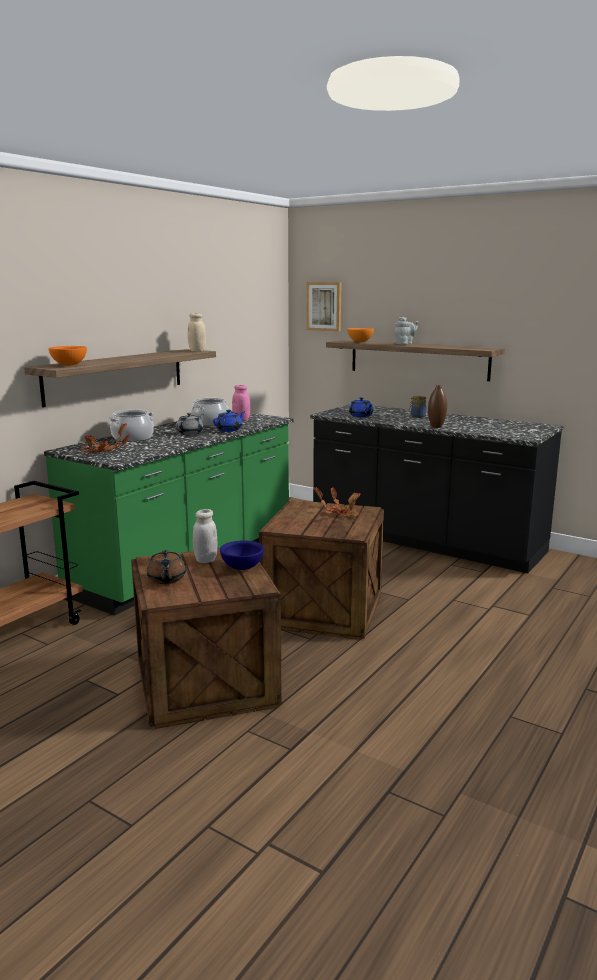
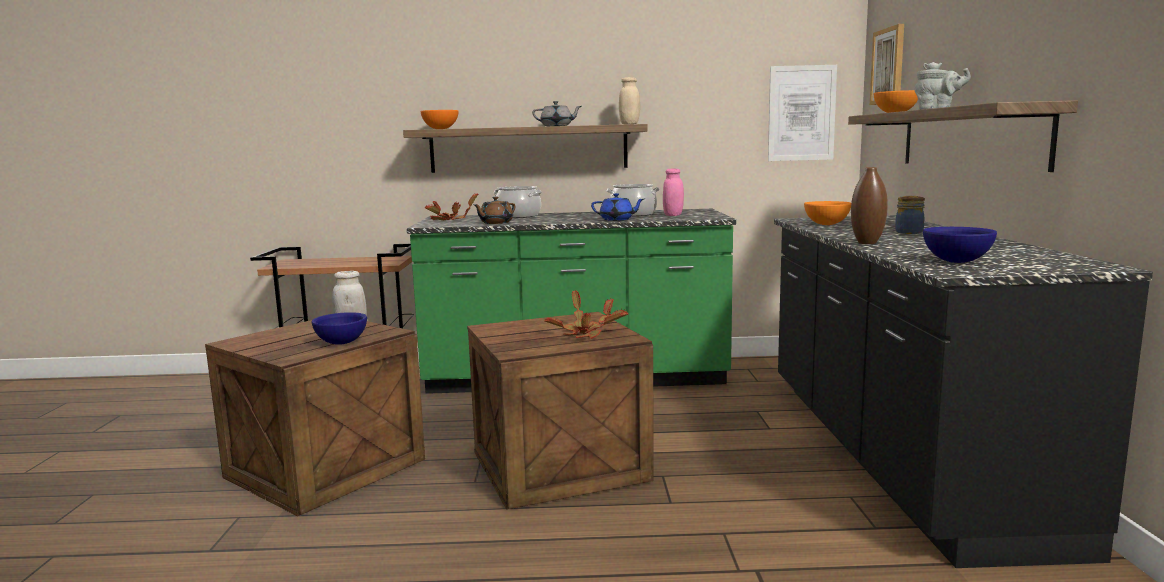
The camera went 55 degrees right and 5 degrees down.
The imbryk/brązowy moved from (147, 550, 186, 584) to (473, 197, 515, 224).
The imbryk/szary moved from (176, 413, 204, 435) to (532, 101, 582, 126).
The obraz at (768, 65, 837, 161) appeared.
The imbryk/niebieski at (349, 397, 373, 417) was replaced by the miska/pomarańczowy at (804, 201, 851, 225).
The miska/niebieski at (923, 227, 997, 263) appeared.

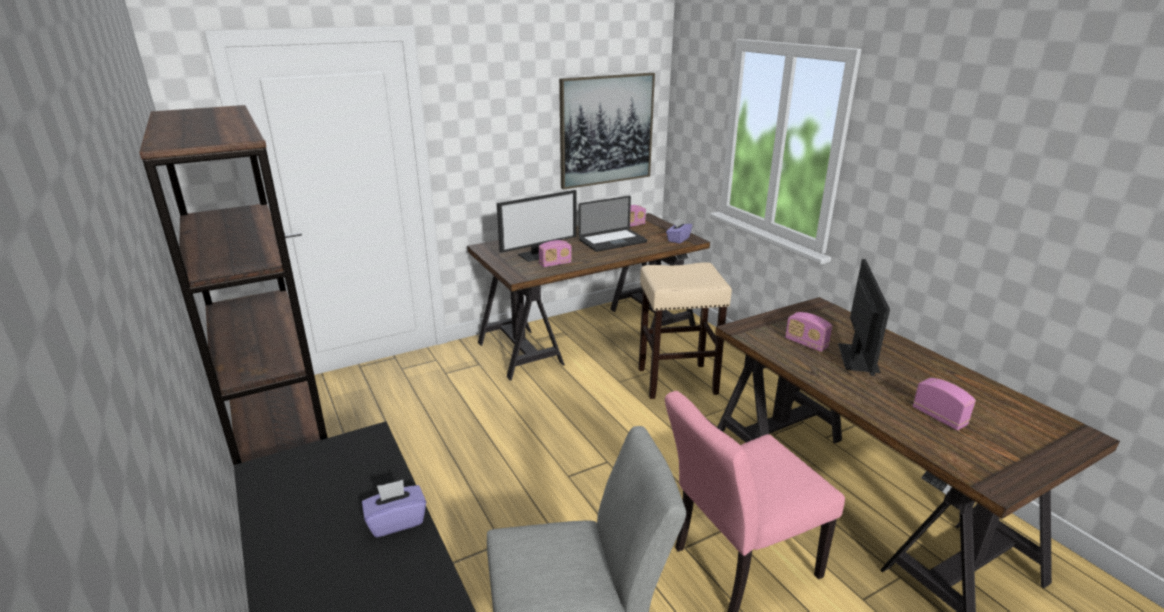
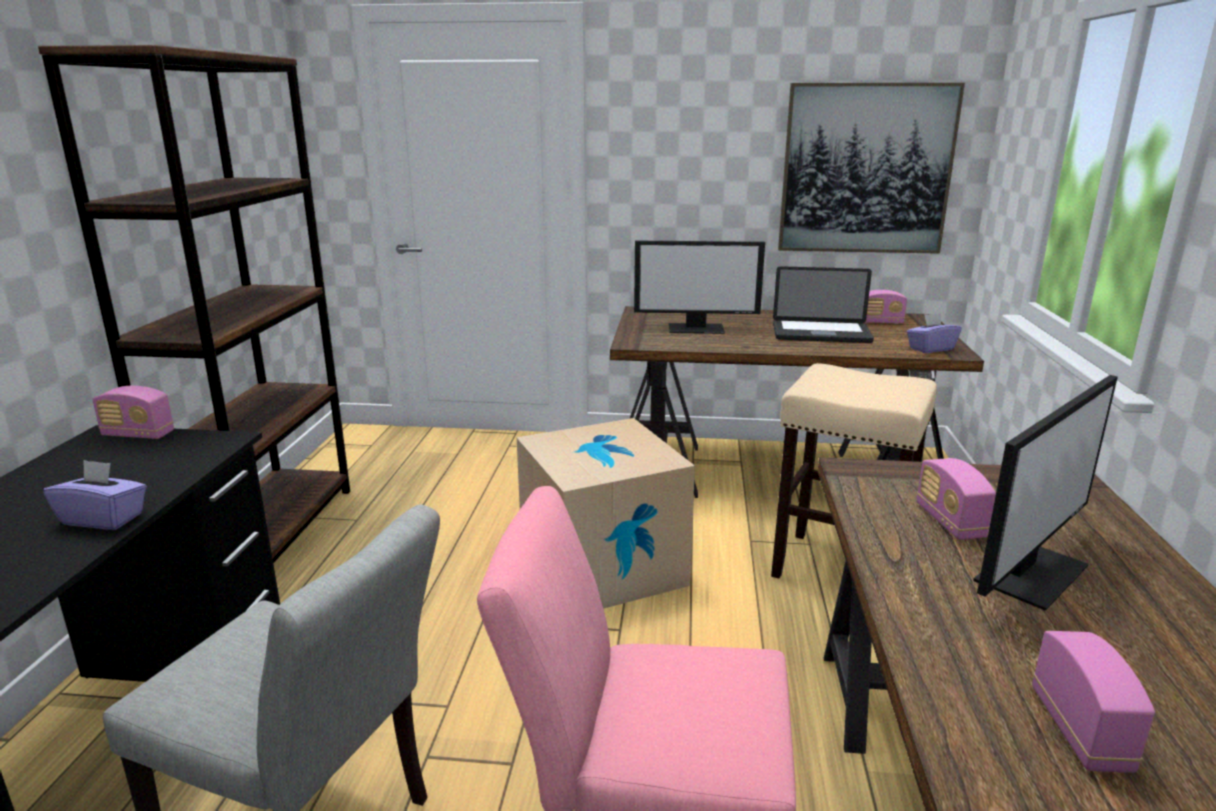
The camera went 35 degrees right and 5 degrees down.
The radio moved from (539, 240, 572, 267) to (93, 386, 174, 439).
The karton at (517, 418, 695, 609) appeared.

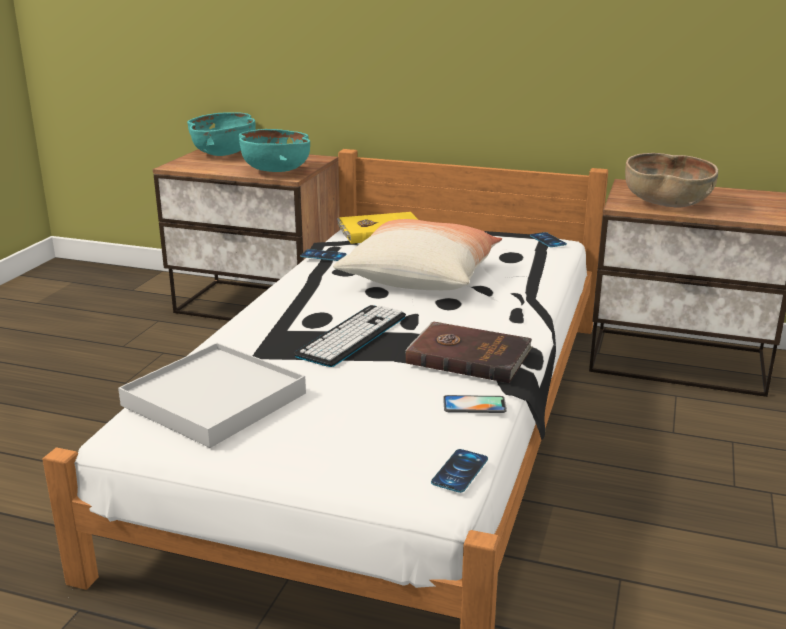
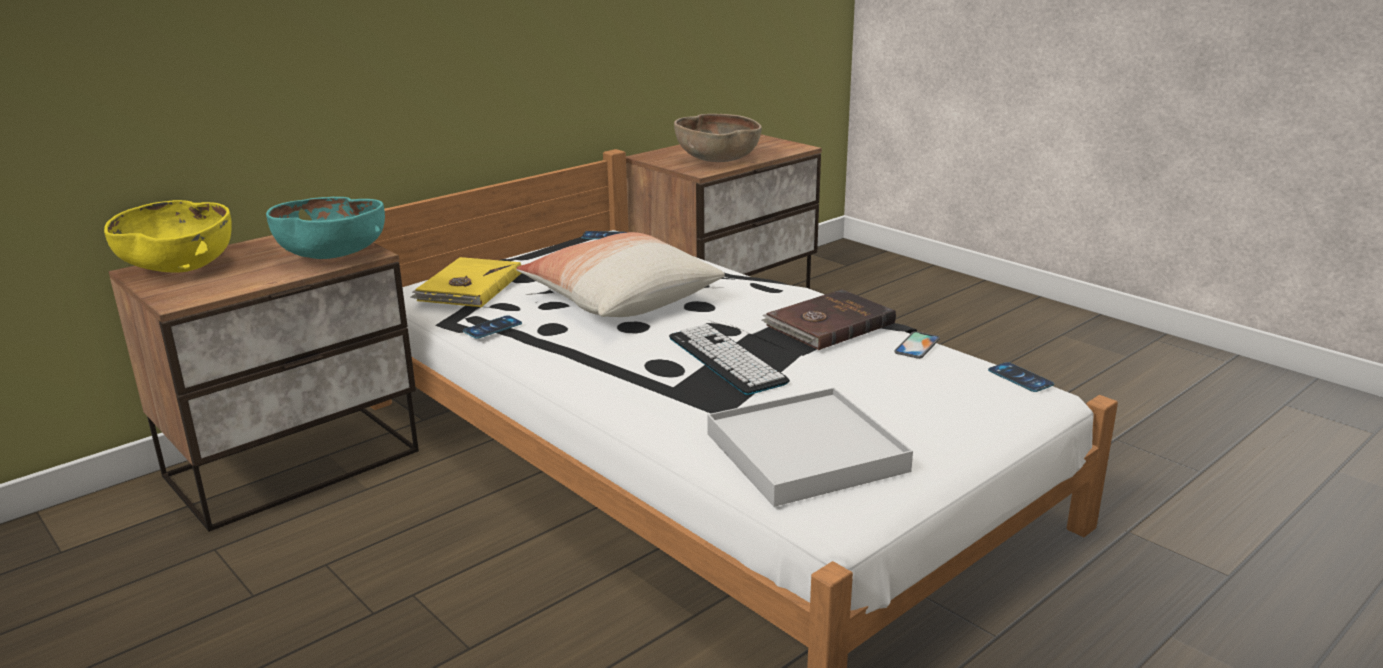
The camera went 60 degrees left and 0 degrees up.
The miska/turkusowy at (187, 112, 256, 156) became the miska/żółty at (104, 200, 232, 273).

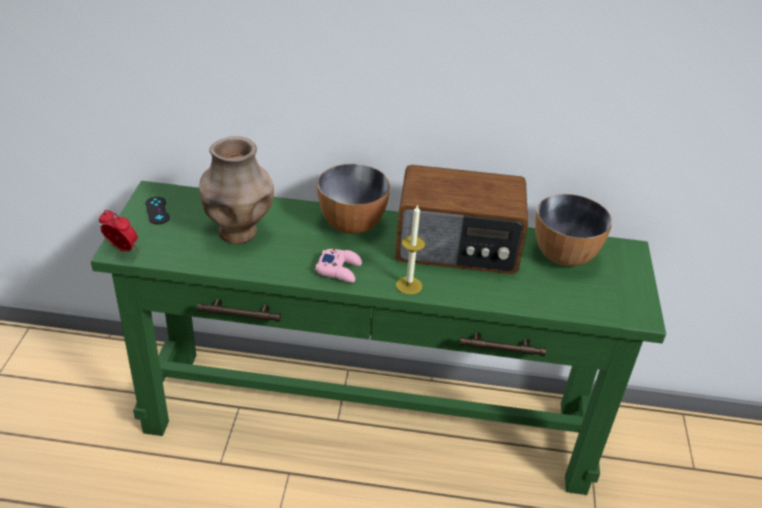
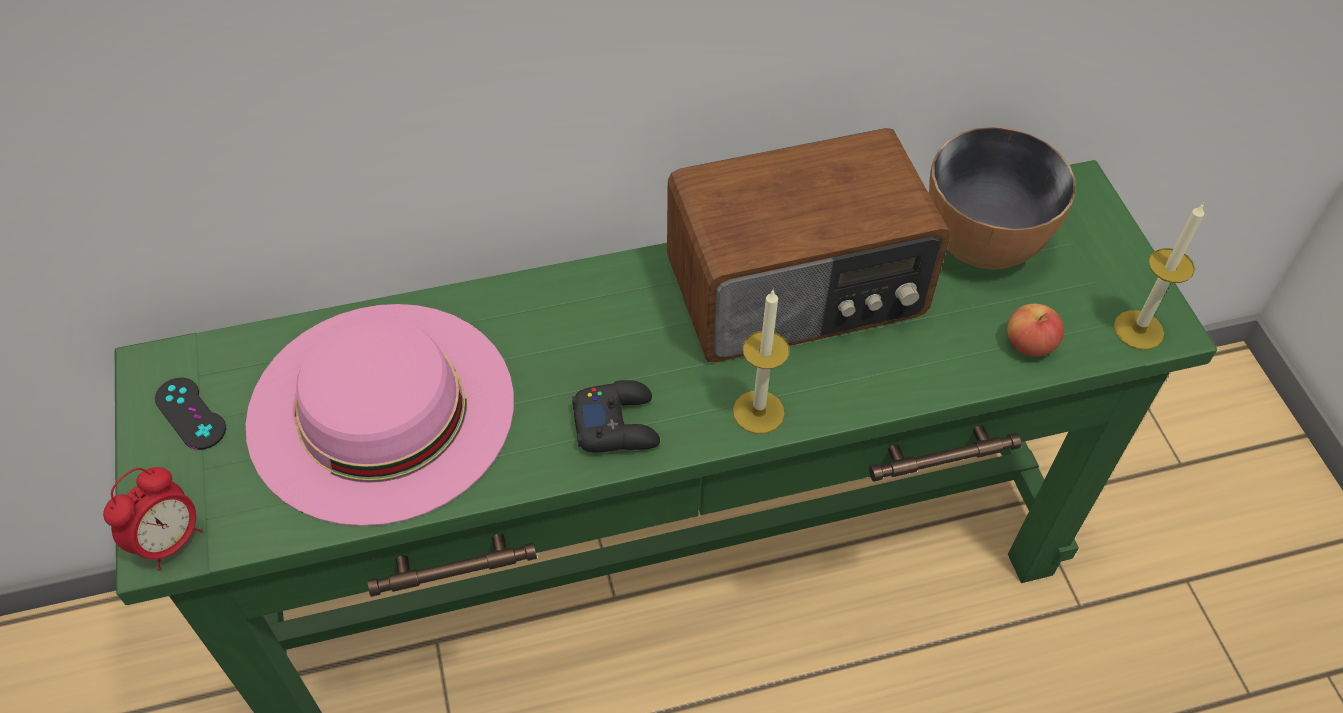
The camera went 20 degrees left and 15 degrees up.
The budzik at (99, 210, 138, 252) turned 120 degrees clockwise.
The wazon/brązowy at (199, 136, 274, 244) was replaced by the kapelusz/różowy at (246, 304, 514, 526).
The pad do gier/różowy at (316, 249, 362, 283) became the pad do gier/czarny at (572, 380, 660, 453).
The jabłko at (1007, 304, 1064, 357) appeared.
The świeca at (1114, 203, 1204, 350) appeared.
The miska at (317, 164, 390, 234) disappeared.

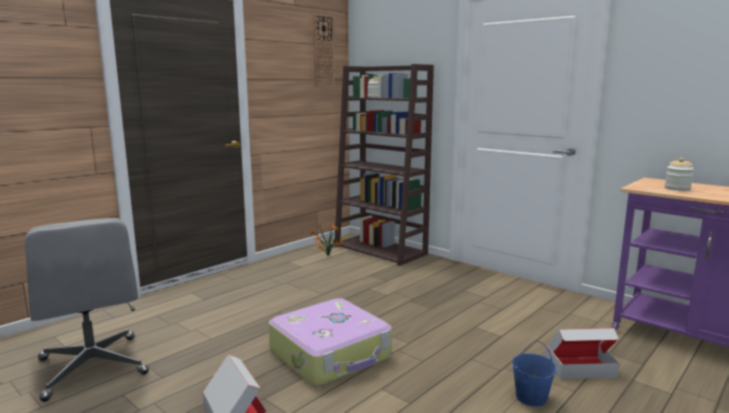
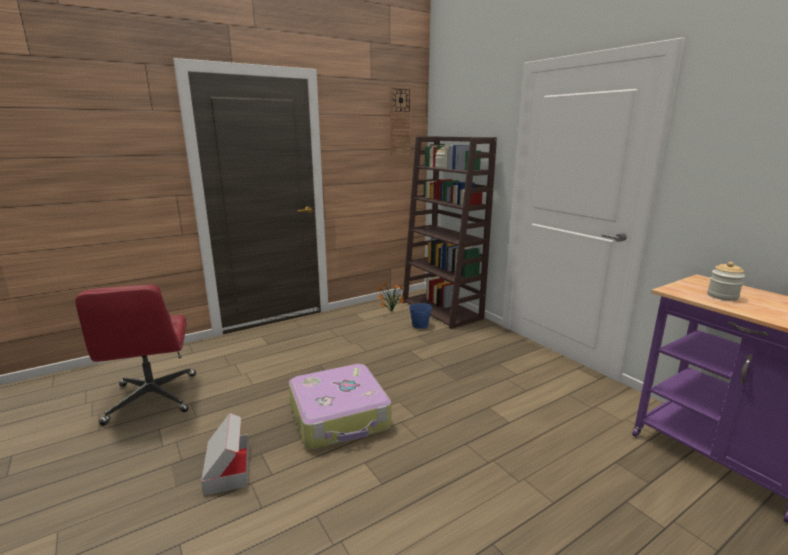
The camera went 15 degrees right and 5 degrees up.
The krzesło biurowe/szary at (25, 218, 149, 402) became the krzesło biurowe/czerwony at (75, 285, 196, 425).
The wiadro/niebieski moved from (512, 340, 557, 407) to (409, 294, 432, 329).
The karton at (545, 328, 620, 379) disappeared.

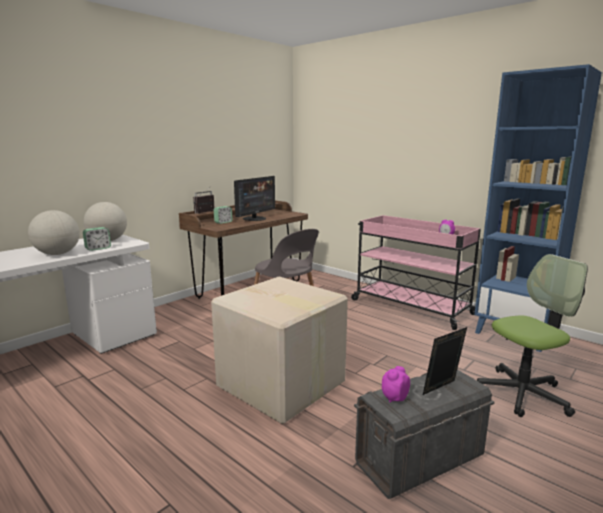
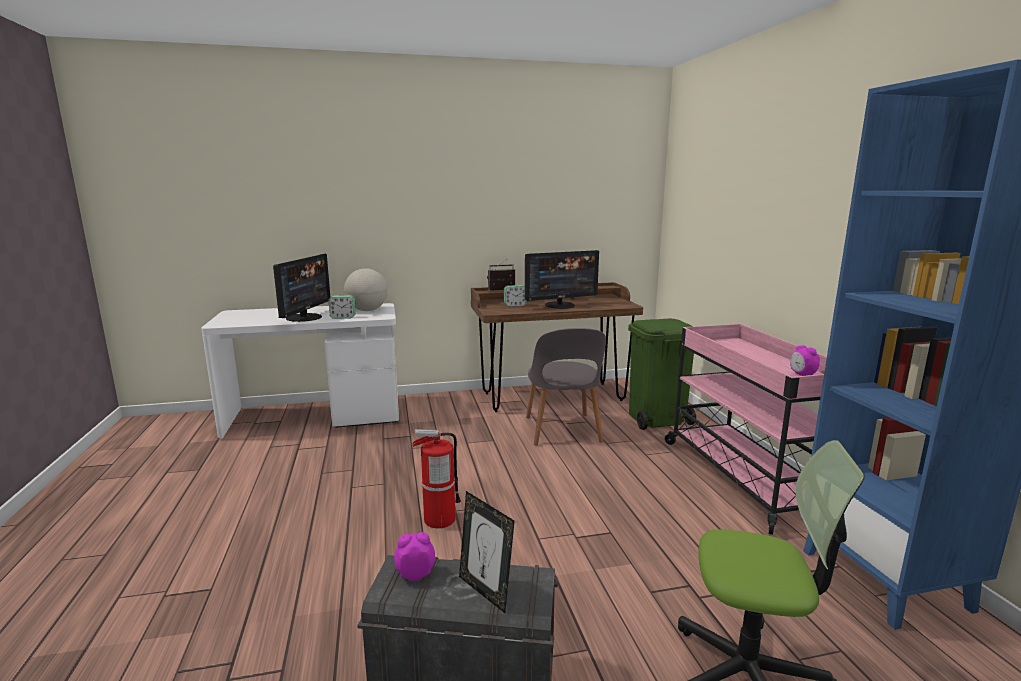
The camera went 35 degrees right and 0 degrees up.
The globus at (28, 210, 80, 255) was replaced by the monitor at (273, 254, 330, 322).
The karton at (211, 277, 348, 424) was replaced by the gaśnica at (412, 429, 461, 528).
The ramka na zdjęcie at (423, 327, 467, 395) turned 135 degrees counterclockwise.
The kosz na śmieci/zielony at (628, 319, 696, 430) appeared.

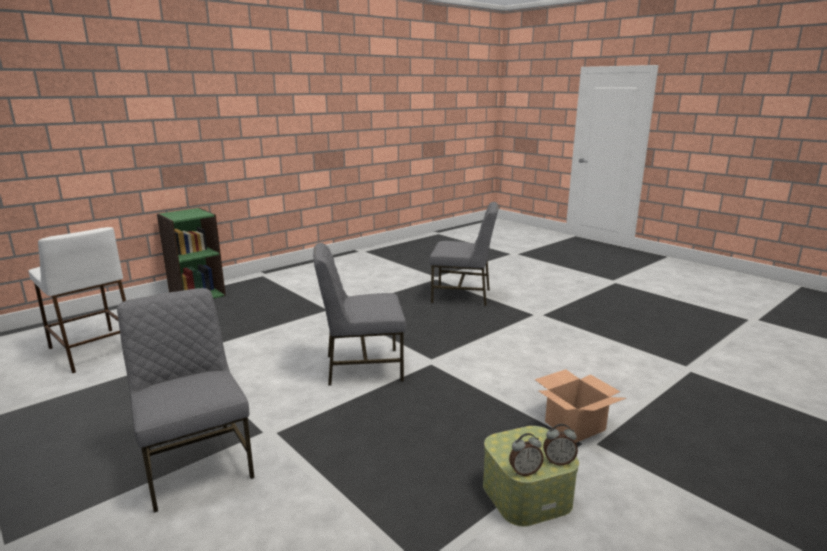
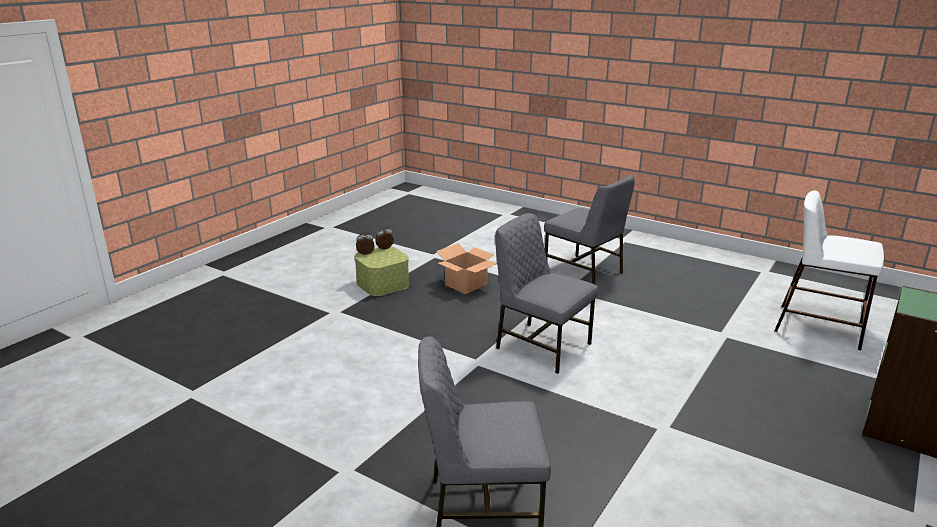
The camera went 165 degrees right and 5 degrees up.
The karton moved from (535, 369, 626, 443) to (436, 243, 497, 294).
The krzesło/szary at (313, 243, 406, 386) turned 120 degrees counterclockwise.

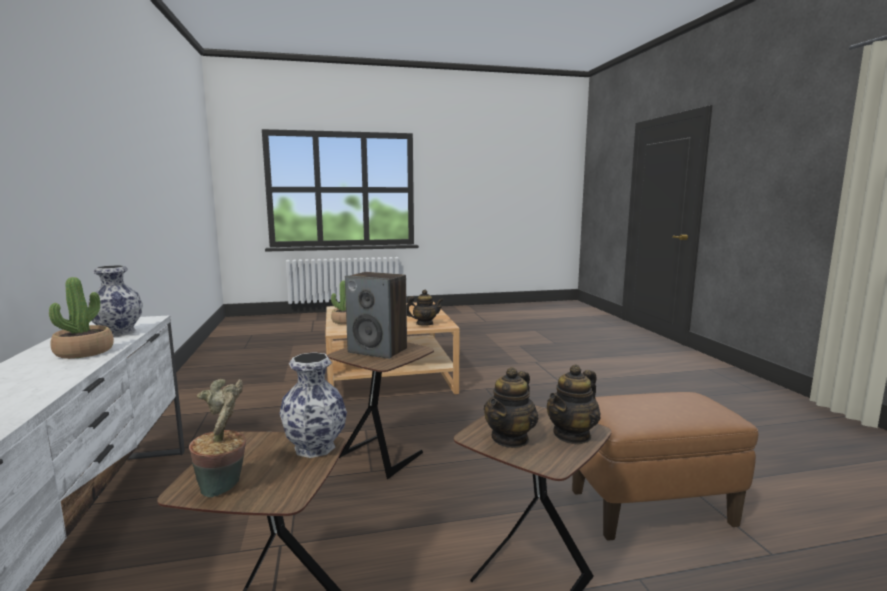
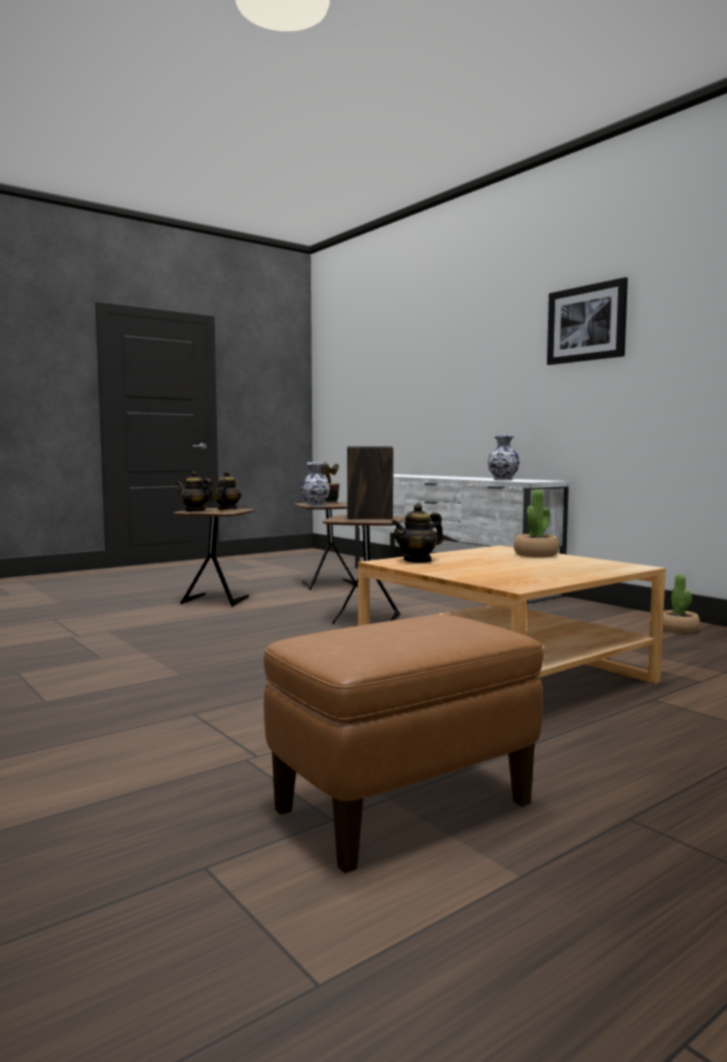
The camera went 155 degrees right and 5 degrees down.
The imbryk at (547, 364, 601, 445) turned 90 degrees counterclockwise.
The pufa/brązowy moved from (572, 392, 759, 541) to (264, 615, 543, 873).
The obraz at (547, 277, 628, 365) appeared.
The roślina doniczkowa moved from (49, 277, 114, 359) to (663, 574, 700, 633).

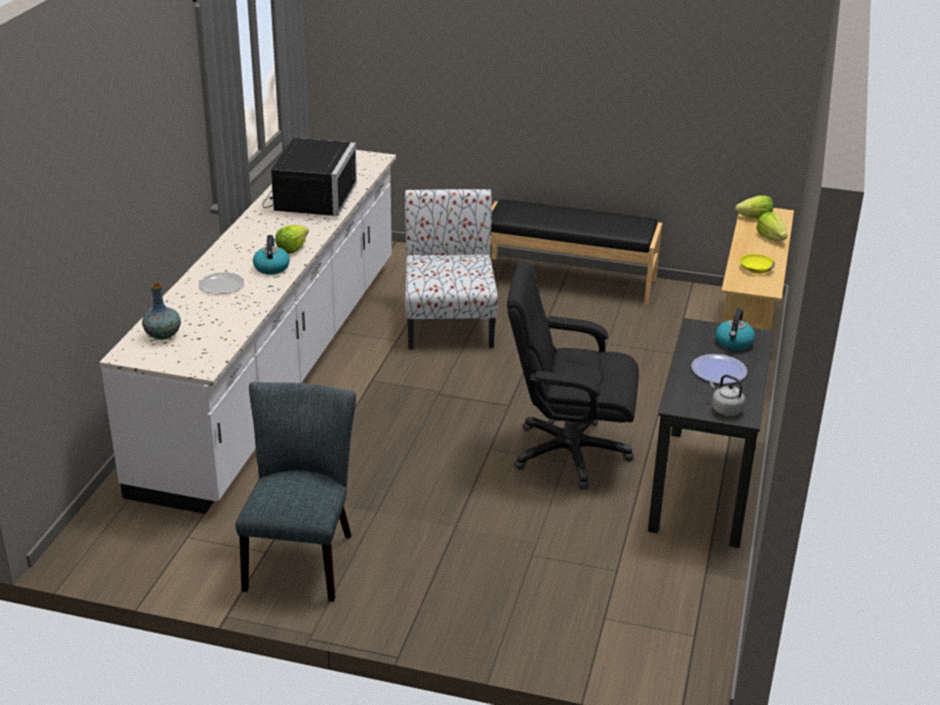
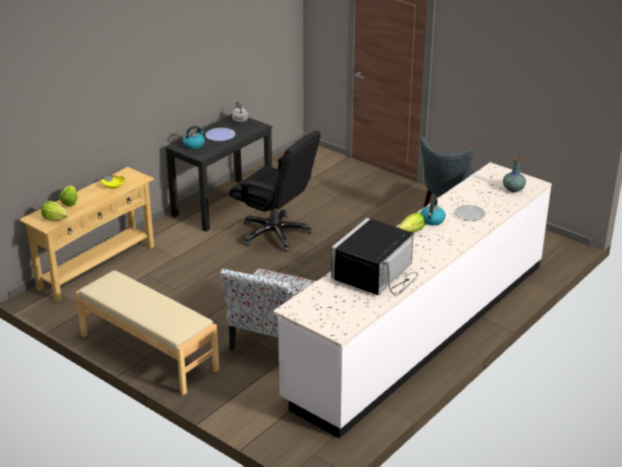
The camera went 155 degrees left and 0 degrees up.
The ławka/czarny at (490, 199, 662, 306) became the ławka/beżowy at (75, 270, 219, 395).

